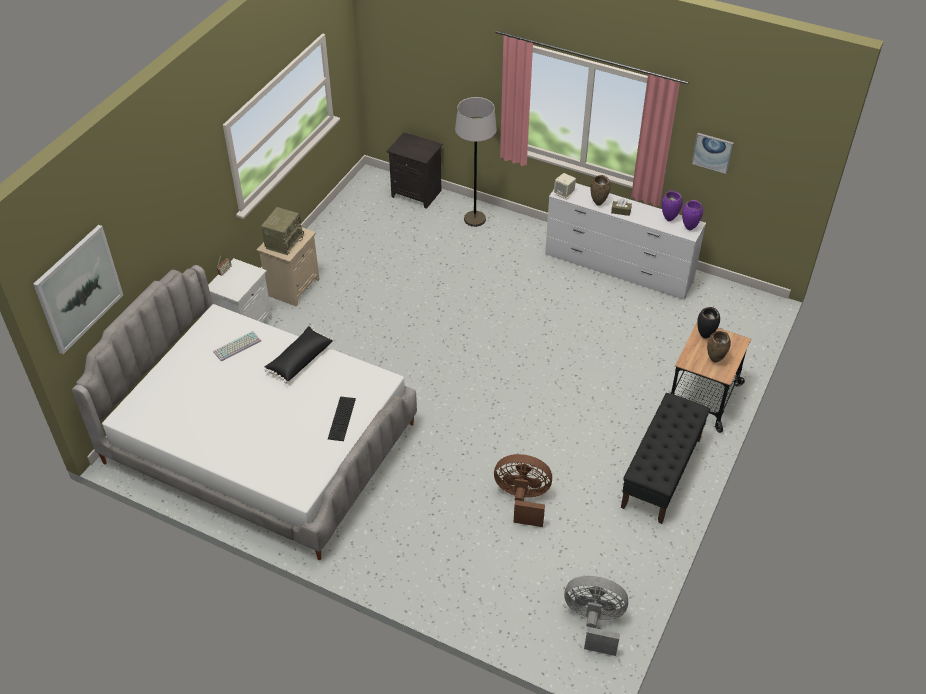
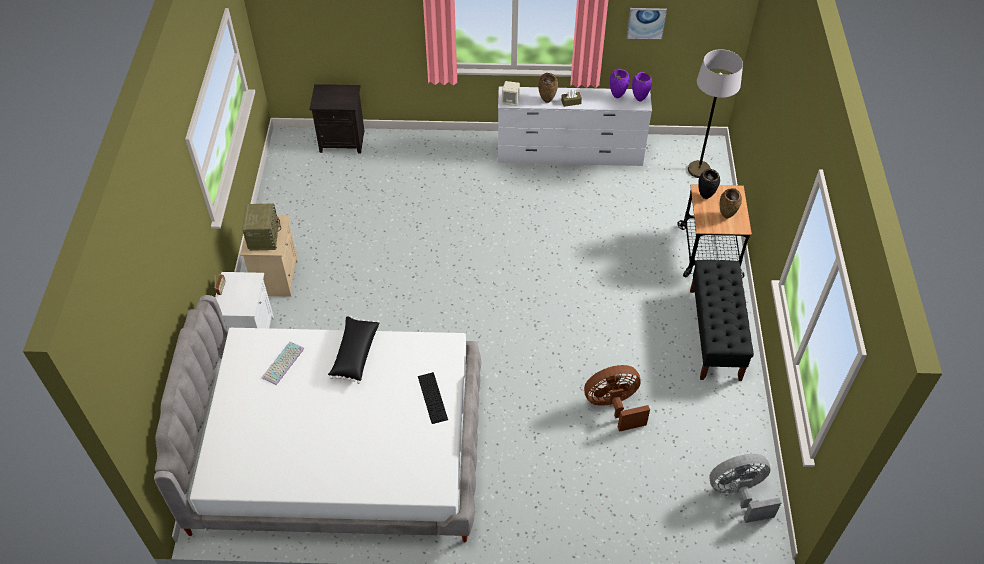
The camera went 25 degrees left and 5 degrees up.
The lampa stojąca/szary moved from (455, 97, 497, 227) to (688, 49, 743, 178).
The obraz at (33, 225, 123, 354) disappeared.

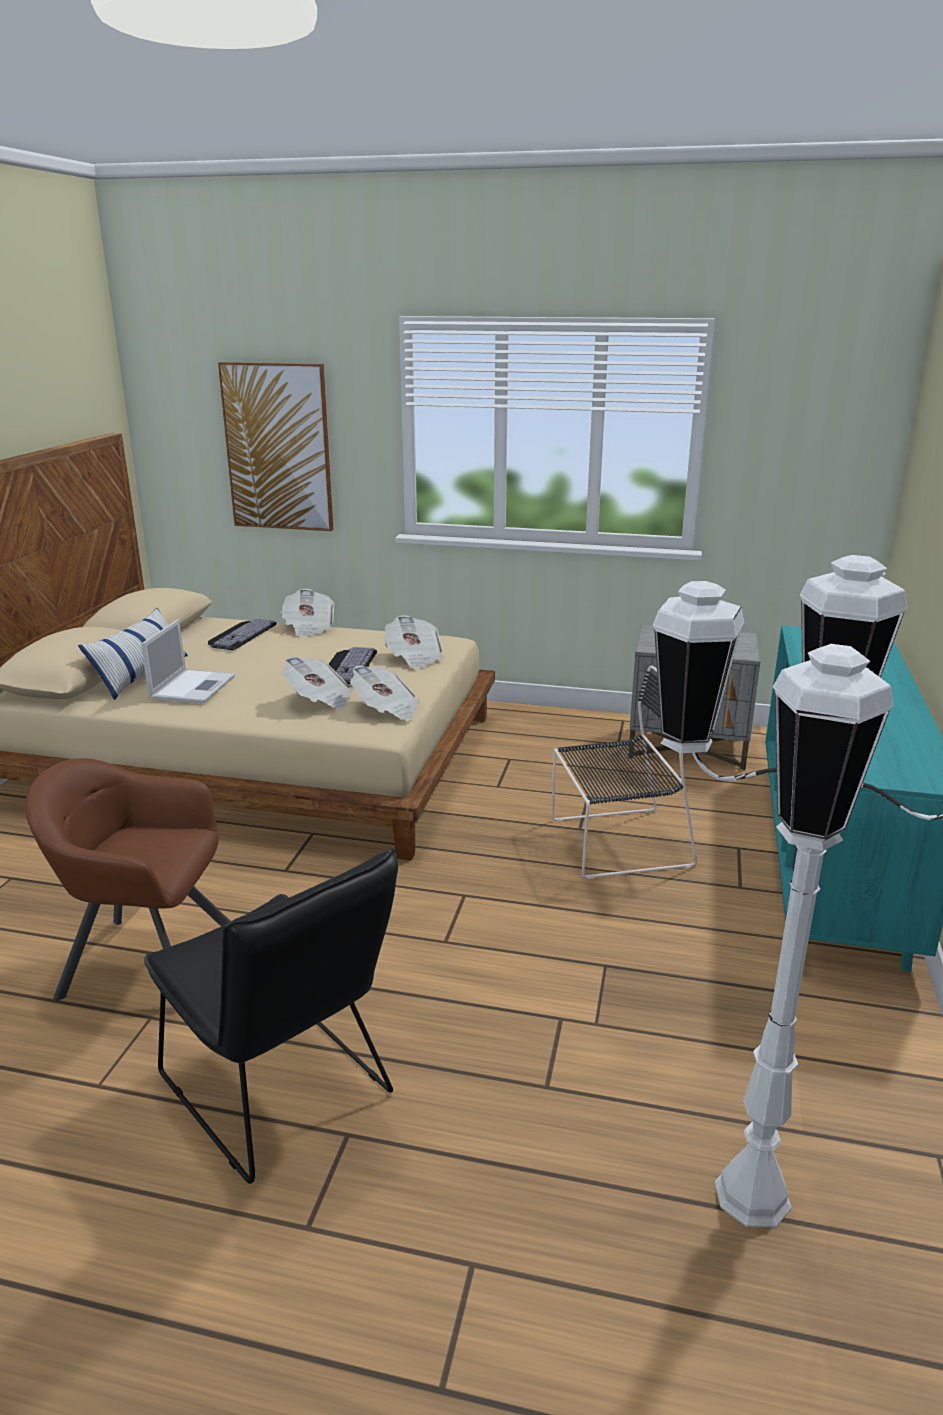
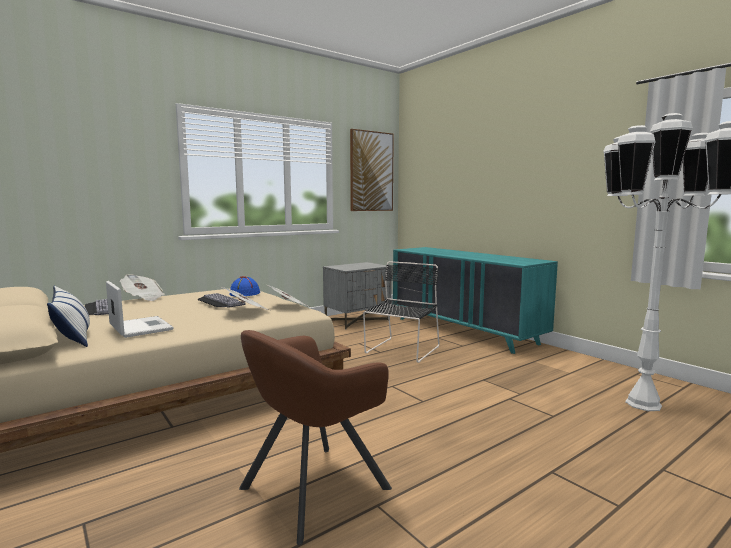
The camera went 50 degrees left and 15 degrees down.
The gazeta at (385, 615, 443, 669) was replaced by the kapelusz/niebieski at (229, 276, 260, 296).
The obraz moved from (218, 362, 333, 531) to (350, 129, 394, 211).
The krzesło/czarny at (144, 848, 398, 1184) disappeared.

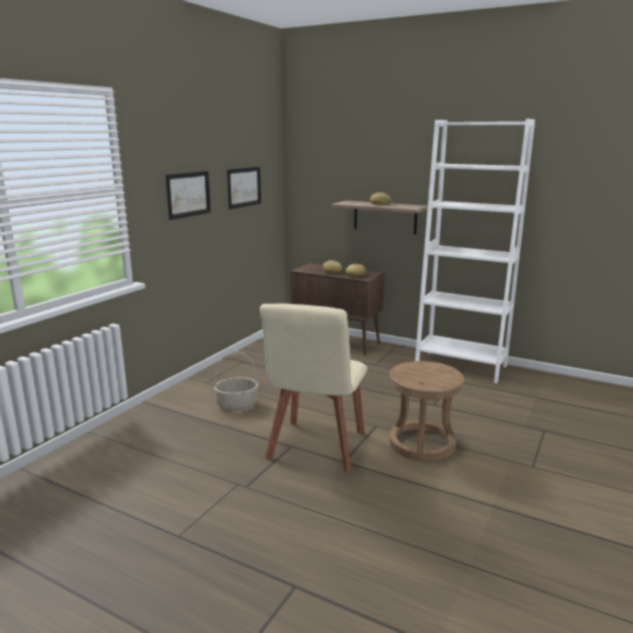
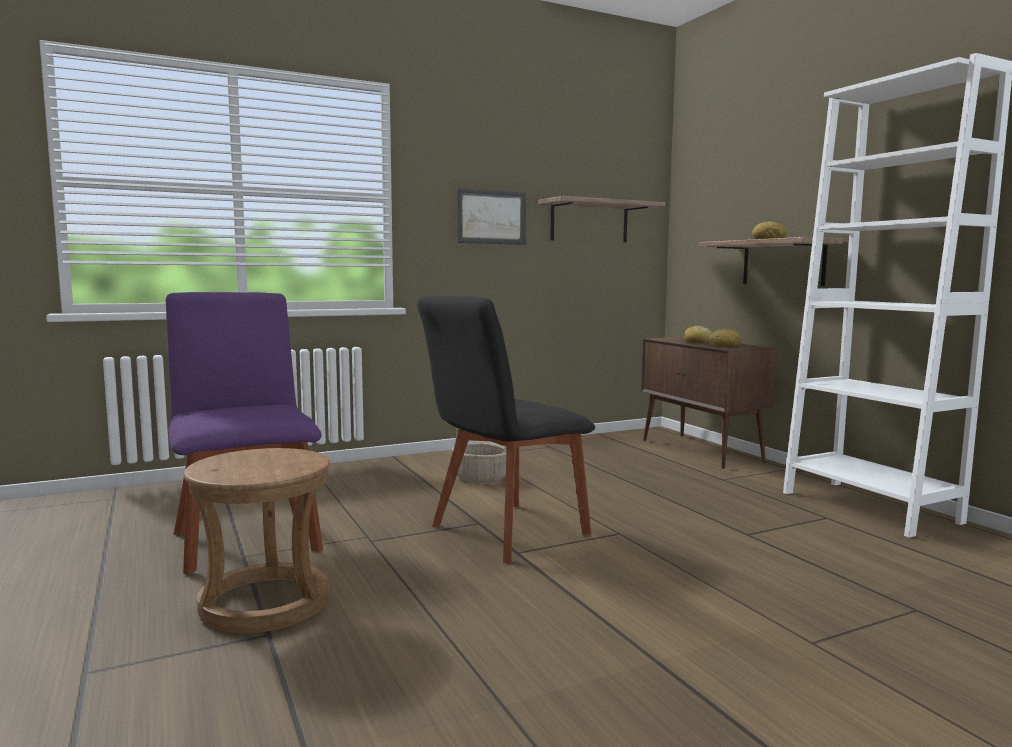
The camera went 35 degrees right and 10 degrees down.
The krzesło/fioletowy at (166, 292, 323, 574) appeared.
The stołek/brązowy moved from (389, 361, 465, 462) to (183, 448, 330, 634).
The krzesło/beżowy at (260, 303, 367, 473) became the krzesło/czarny at (417, 295, 595, 563).
The obraz at (227, 167, 261, 209) was replaced by the półka at (538, 196, 665, 243).

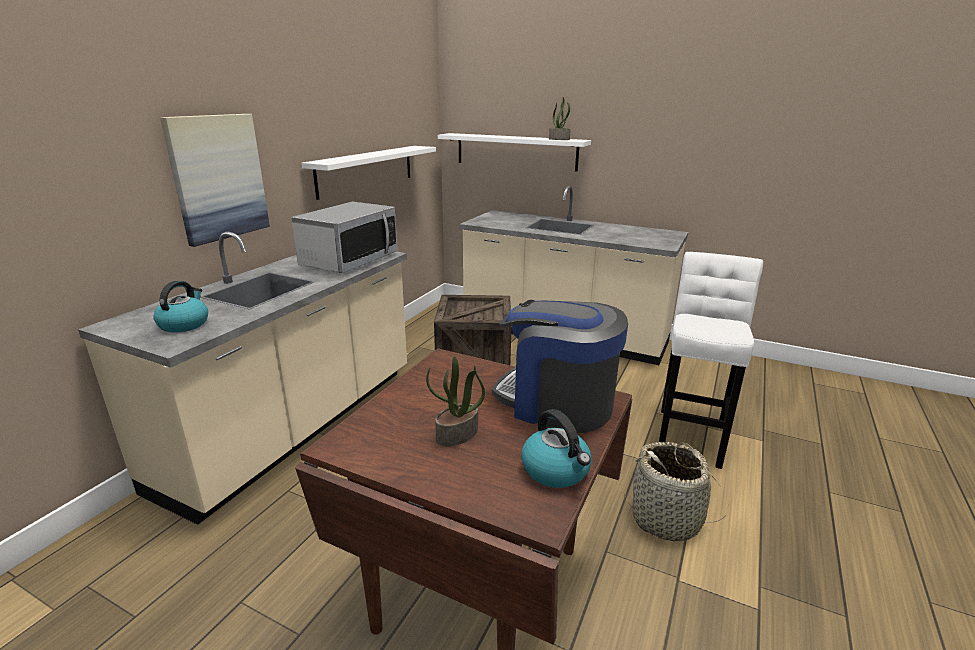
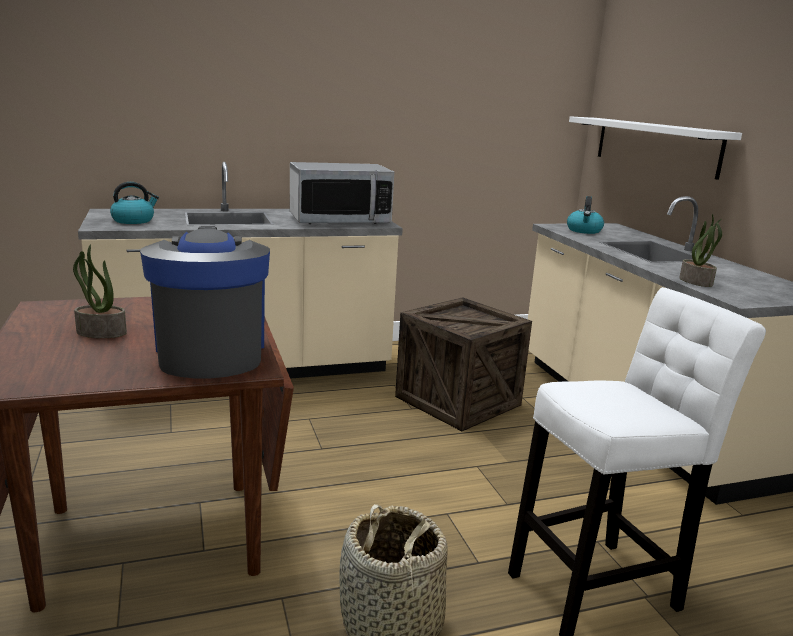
The camera went 45 degrees right and 5 degrees down.
The czajnik moved from (521, 409, 592, 488) to (567, 196, 604, 234).
The roślina doniczkowa moved from (549, 97, 571, 140) to (679, 214, 722, 287).
The obraz at (160, 114, 270, 247) disappeared.
The półka/biały at (302, 146, 436, 200) disappeared.

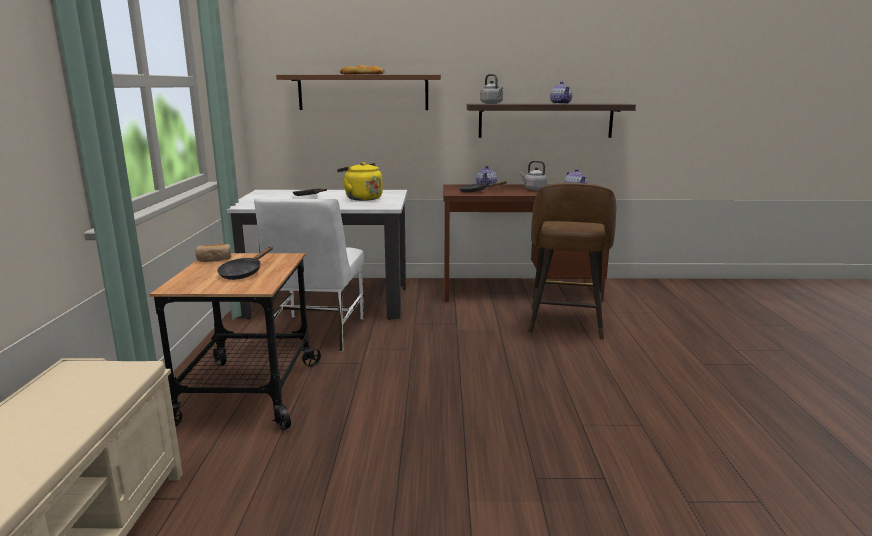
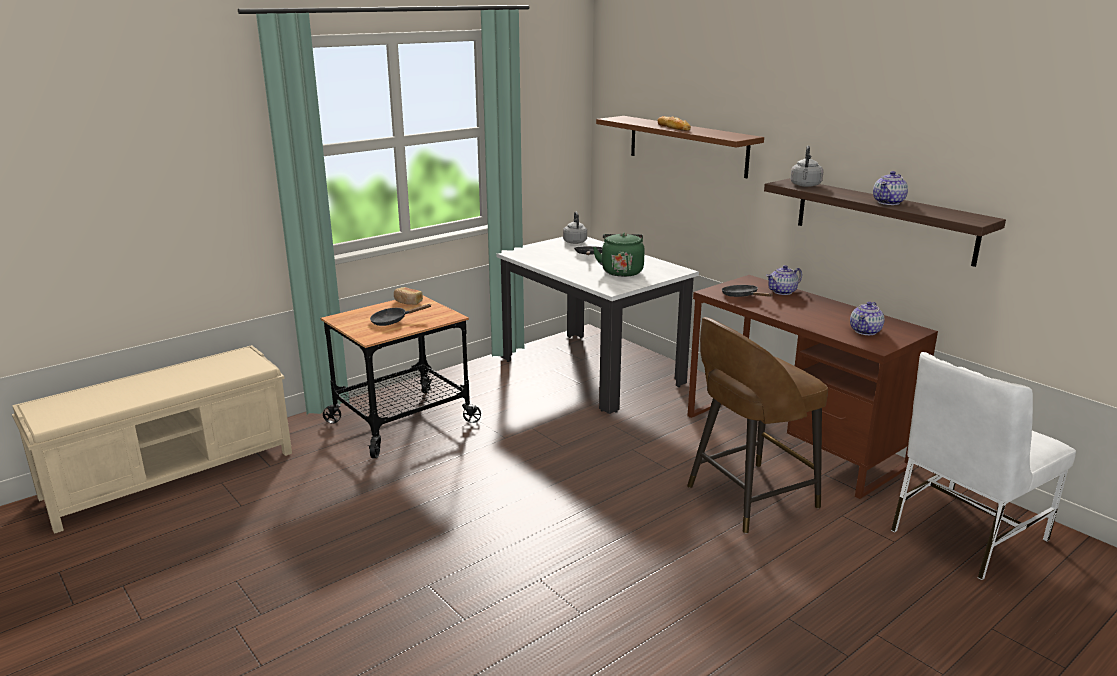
The camera went 50 degrees right and 5 degrees up.
The czajnik/szary moved from (520, 161, 547, 190) to (563, 212, 587, 244).
The czajnik/żółty at (337, 162, 383, 201) became the czajnik/zielony at (593, 232, 645, 277).
The krzesło/biały moved from (254, 198, 364, 352) to (891, 352, 1076, 580).

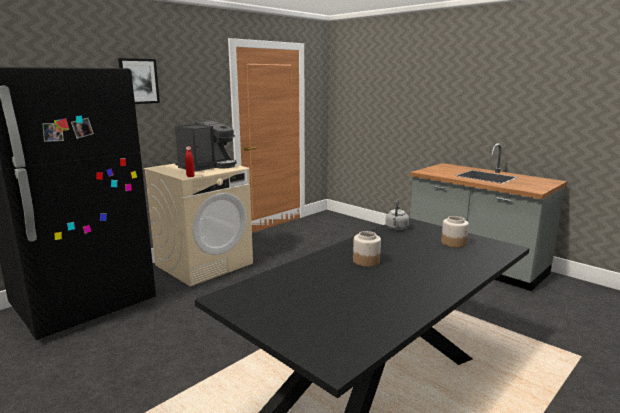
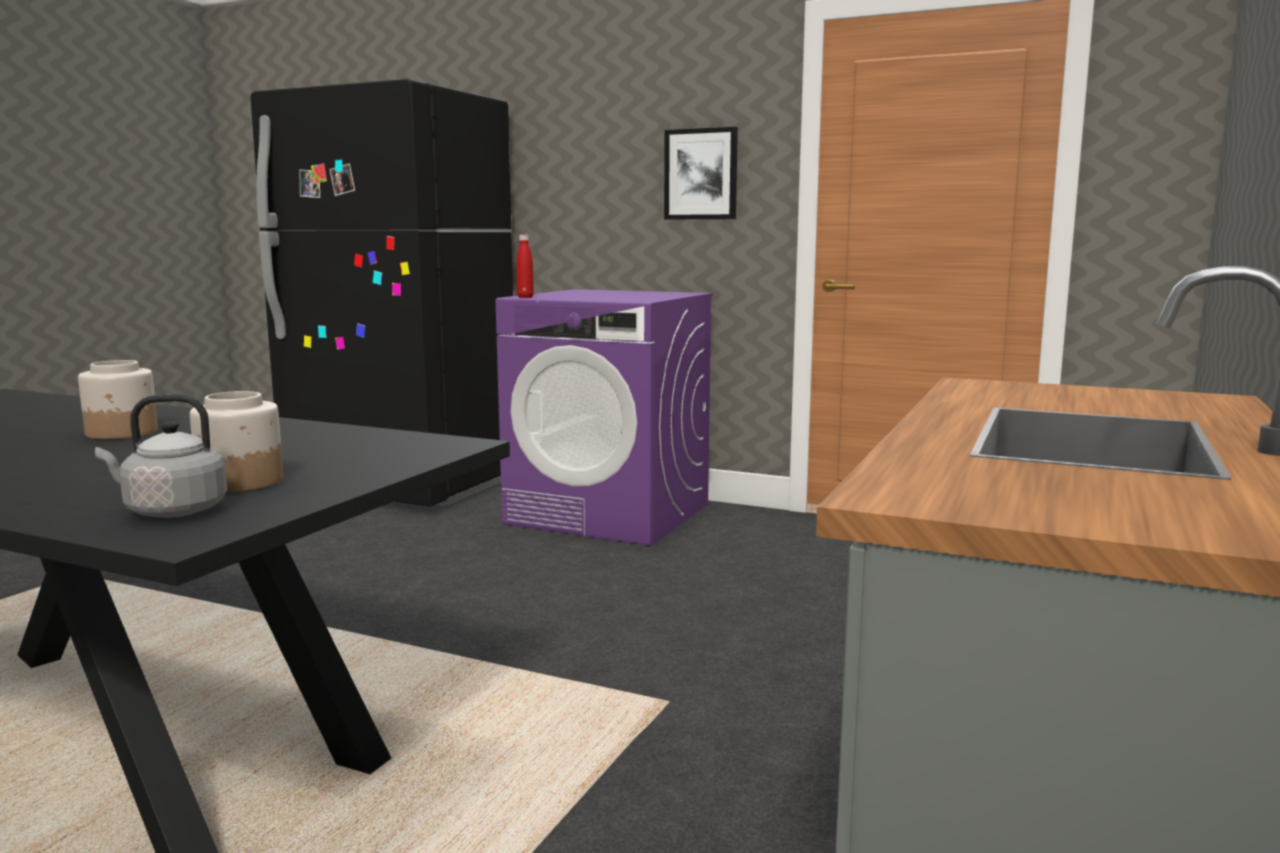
The camera went 70 degrees right and 5 degrees down.
The czajnik/szary moved from (385, 199, 409, 230) to (95, 394, 227, 518).
The pralka/beżowy at (144, 164, 253, 287) became the pralka/fioletowy at (496, 289, 713, 546).
The obraz moved from (118, 58, 160, 104) to (664, 127, 738, 220).
The ekspres do kawy at (175, 120, 236, 172) disappeared.

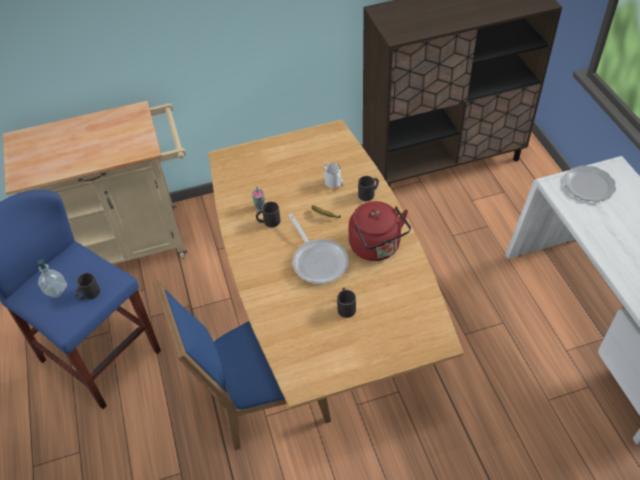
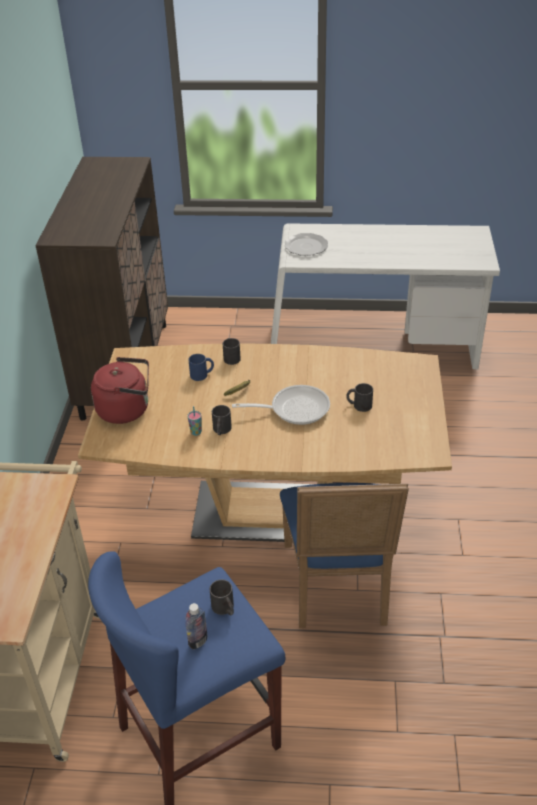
The camera went 70 degrees left and 10 degrees down.
The czajnik/czerwony moved from (349, 201, 411, 261) to (91, 357, 149, 424).
The dozownik mydła at (37, 257, 67, 298) was replaced by the butelka at (185, 603, 207, 649).
The kubek/biały at (324, 163, 343, 188) became the kubek/niebieski at (188, 354, 214, 381).

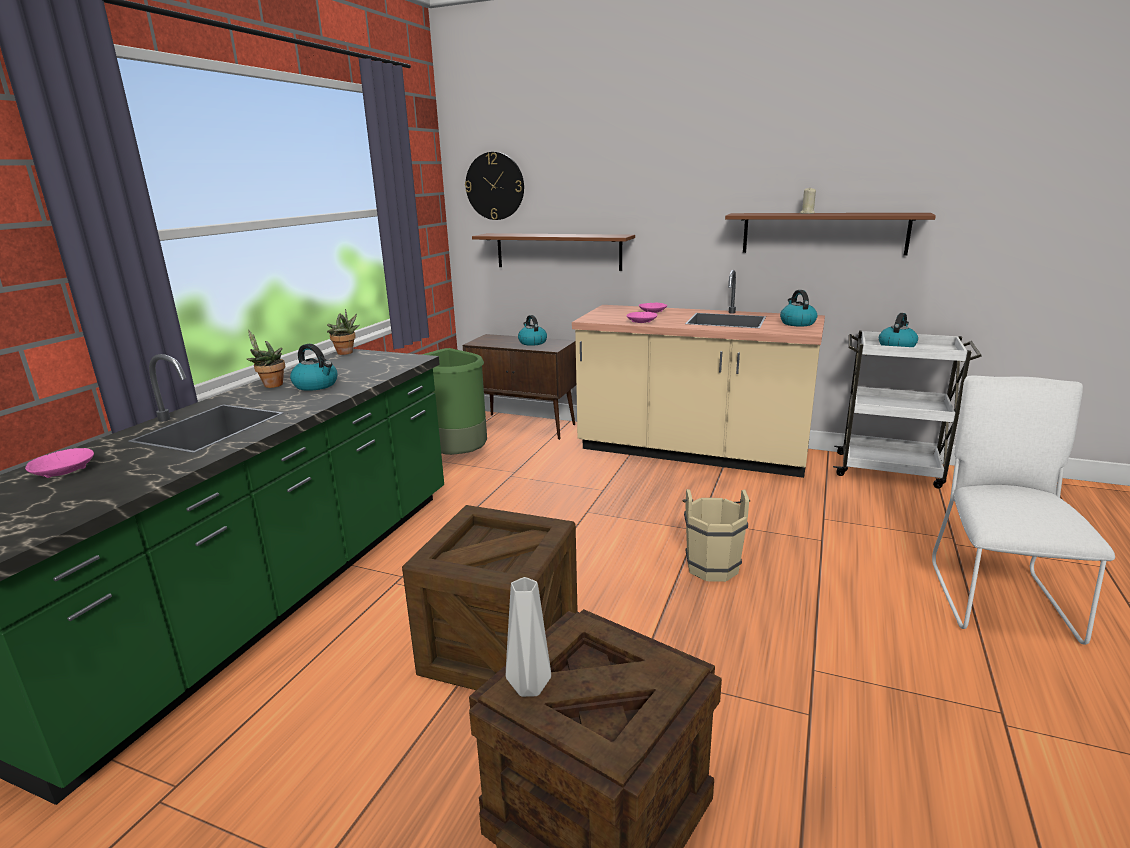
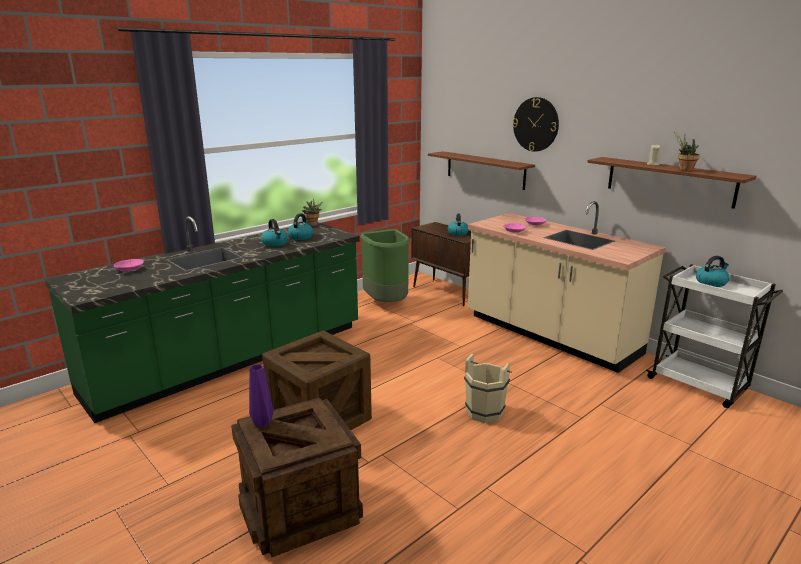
The camera went 25 degrees right and 0 degrees up.
The wazon/szary at (506, 577, 551, 697) became the wazon/fioletowy at (249, 364, 274, 428).
The czajnik moved from (780, 290, 817, 327) to (288, 213, 313, 240).
The zegar ścienny moved from (465, 152, 524, 220) to (513, 97, 559, 152).
The roślina doniczkowa moved from (247, 330, 285, 388) to (674, 132, 700, 171).
The krzesło/biały at (932, 375, 1115, 645) disappeared.

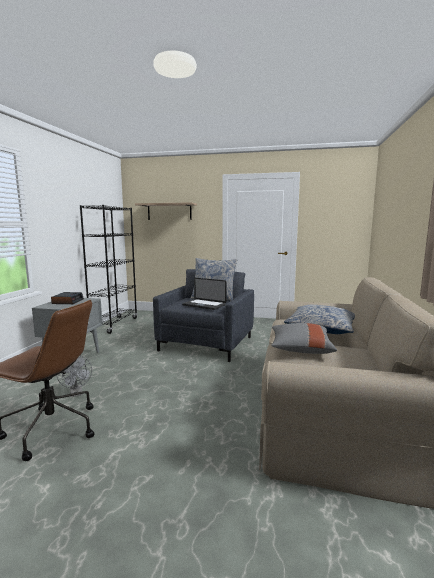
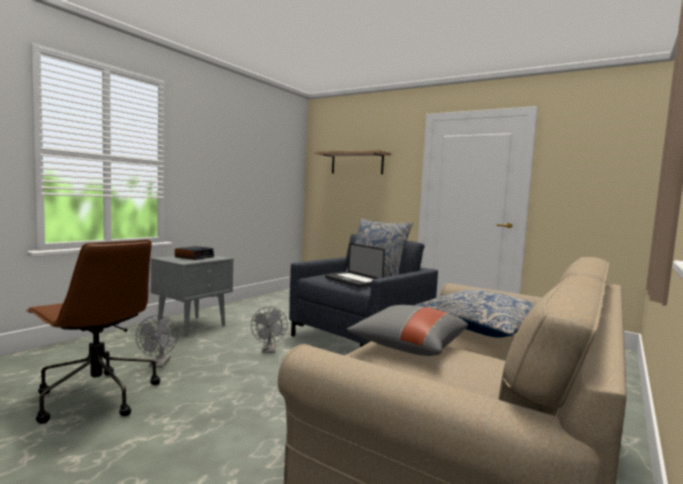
The camera went 20 degrees right and 5 degrees down.
The wentylator/szary at (251, 307, 288, 353) appeared.
The regał/czarny at (80, 205, 137, 334) disappeared.

